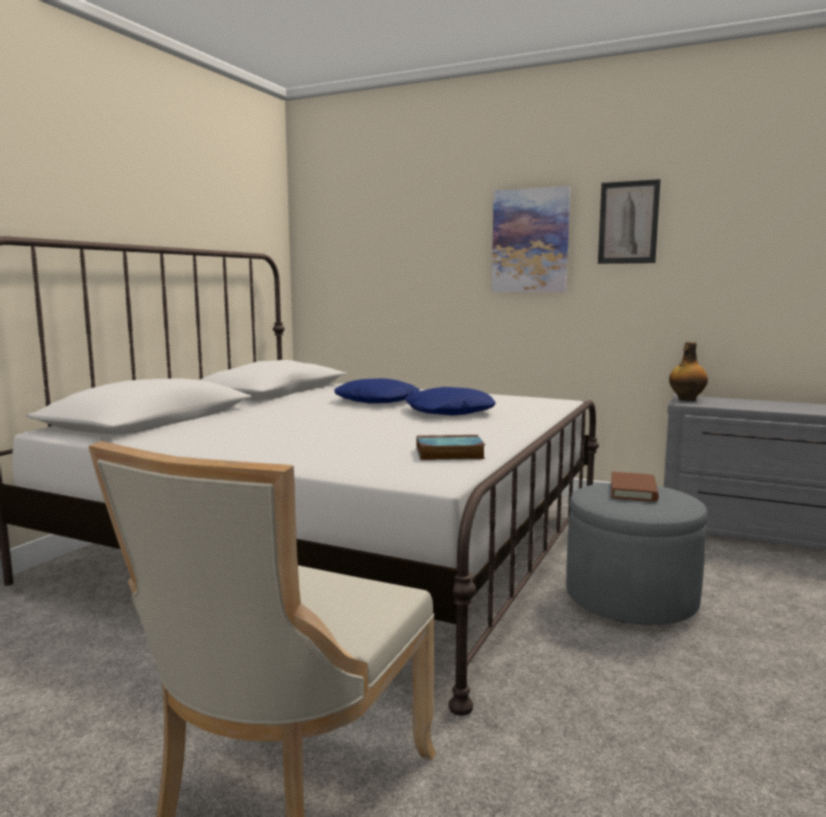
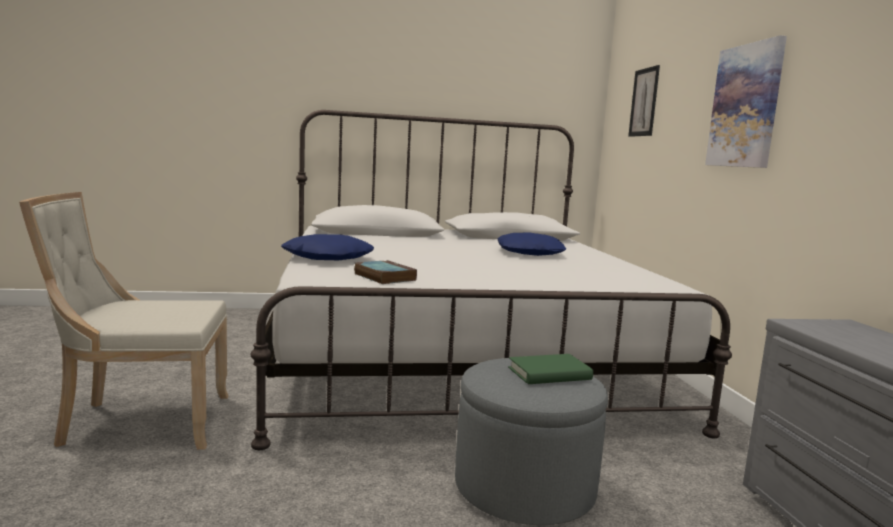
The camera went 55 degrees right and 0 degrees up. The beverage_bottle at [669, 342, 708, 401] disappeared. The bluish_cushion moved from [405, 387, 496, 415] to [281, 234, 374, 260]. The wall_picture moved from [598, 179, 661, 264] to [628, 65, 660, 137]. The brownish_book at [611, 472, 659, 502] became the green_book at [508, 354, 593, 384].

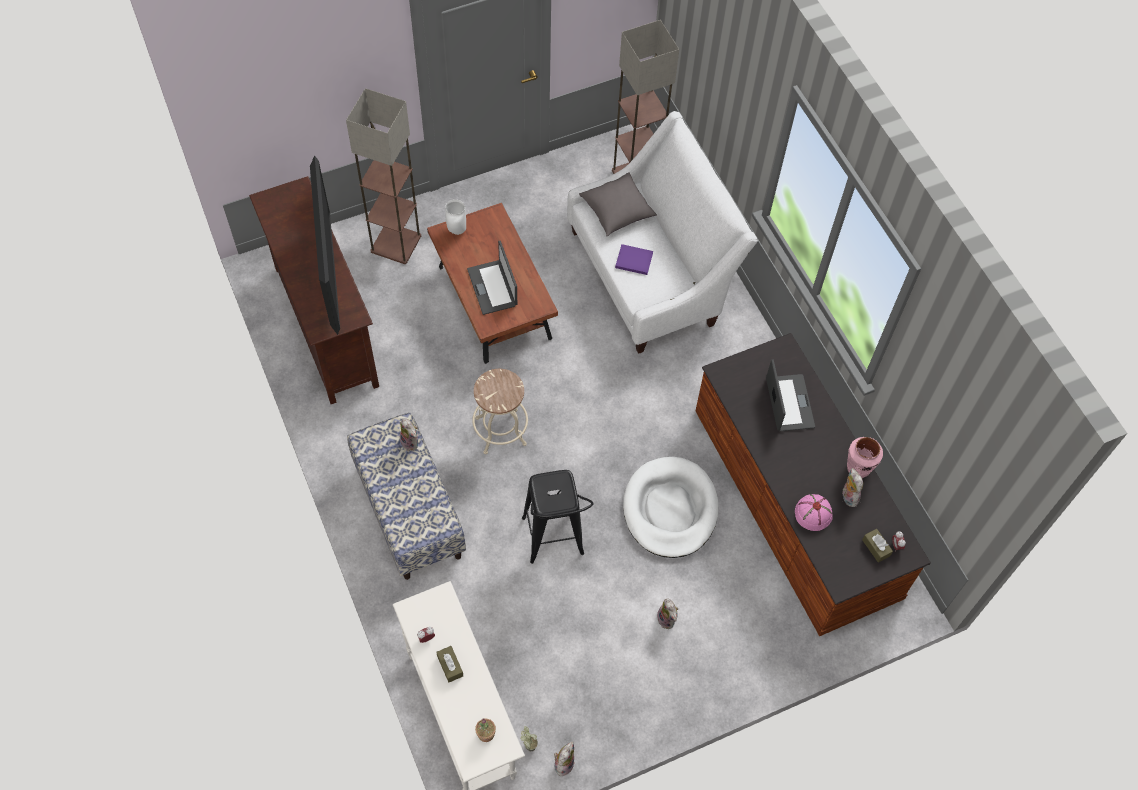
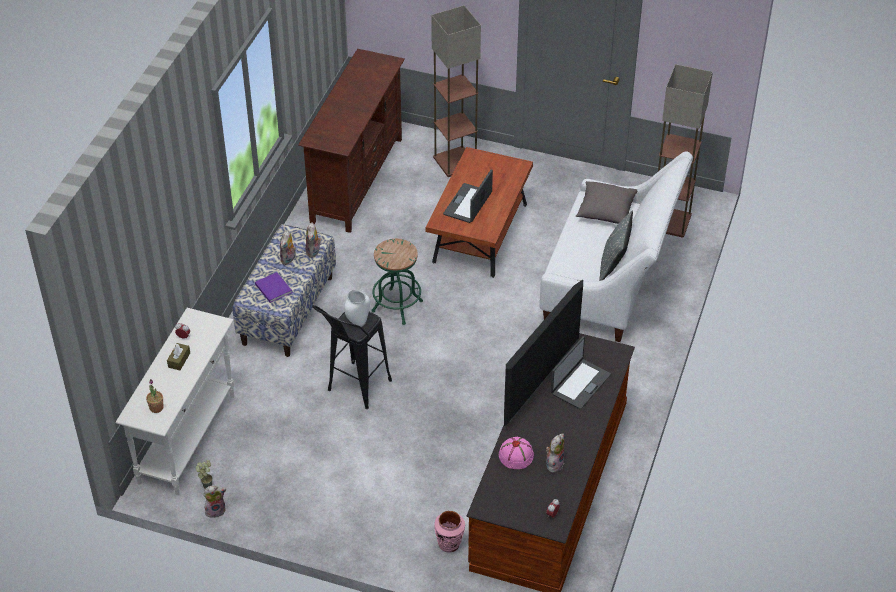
The camera went 45 degrees right and 15 degrees down. The whitish_dog_cushion at [623, 457, 718, 558] disappeared. The brownish_tissue_box at [862, 529, 893, 563] disappeared. The greyish_cushion at [599, 211, 633, 281] appeared. The TV_set moved from [310, 155, 340, 335] to [504, 280, 583, 426]. The whitish_vase moved from [445, 199, 466, 235] to [344, 289, 370, 327]. The purplish_book moved from [615, 244, 653, 275] to [255, 272, 292, 303]. The plush_toy moved from [657, 599, 678, 629] to [280, 230, 296, 265]. The pink-coloured_vase moved from [847, 437, 883, 478] to [434, 511, 465, 553]. The beige-coloured_sitting_stool at [472, 369, 528, 454] became the green_sitting_stool at [372, 239, 423, 325].

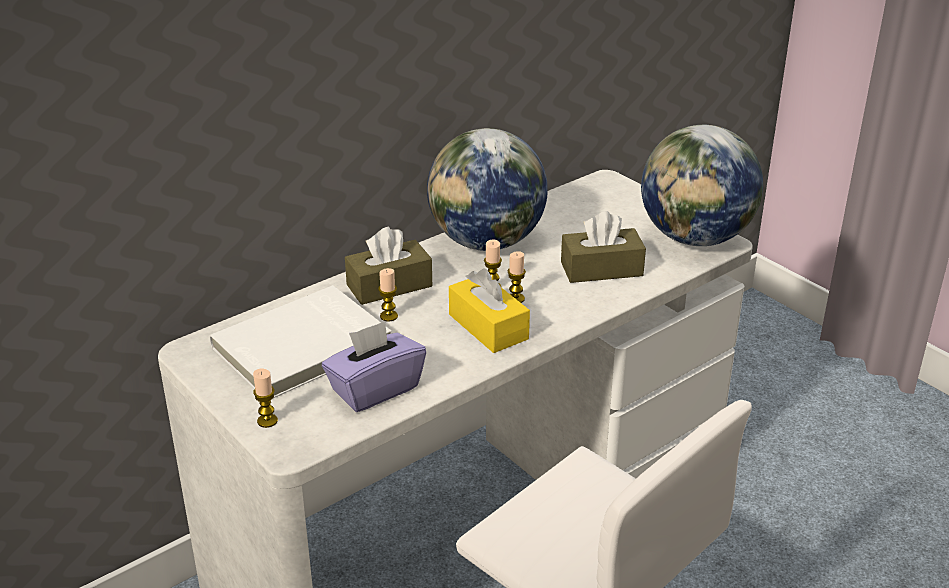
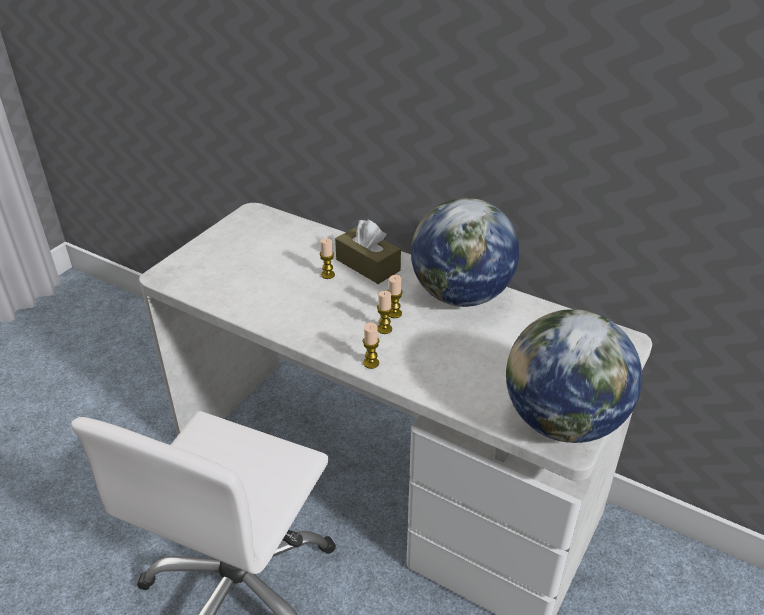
The camera went 70 degrees right and 5 degrees up. The whitish_book at [209, 285, 392, 398] disappeared. The purplish_tissue_box at [322, 321, 426, 412] disappeared. The yellow-coloured_tissue_box at [449, 268, 530, 353] disappeared. The brownish_tissue_box at [561, 211, 646, 283] disappeared. The wax_candle moved from [253, 369, 278, 428] to [363, 323, 379, 369].

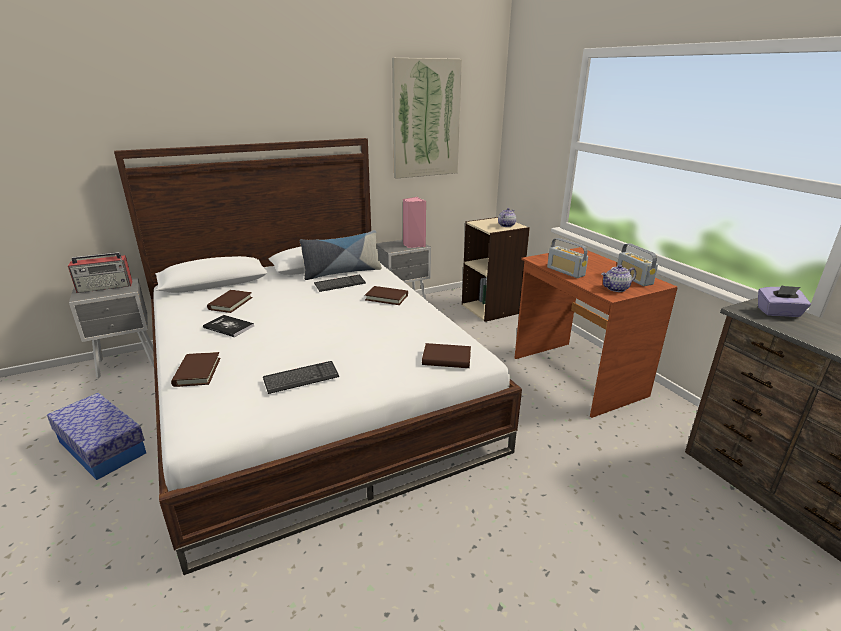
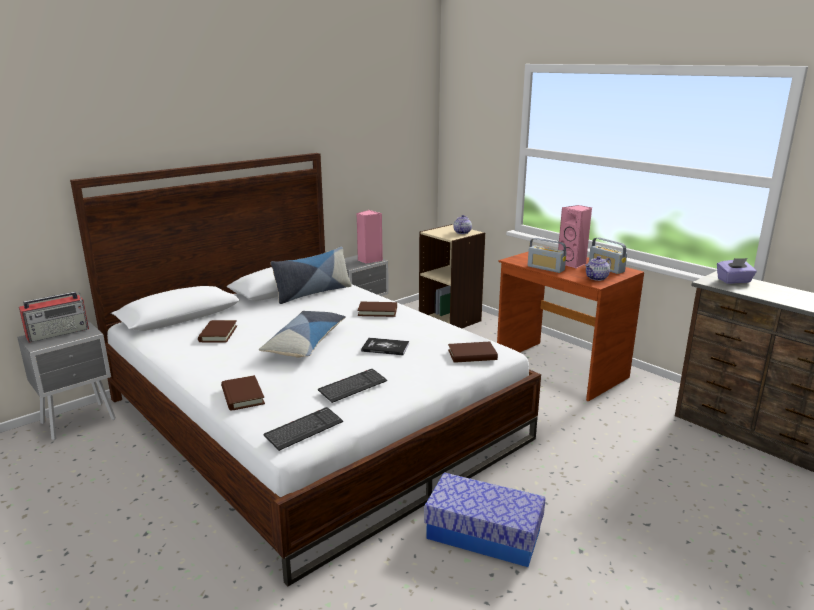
The camera went 15 degrees left and 5 degrees down. The wall_picture at [392, 58, 462, 179] disappeared. The cushion at [259, 311, 346, 358] appeared. The pink-coloured_speaker at [558, 205, 592, 269] appeared. The storage_box moved from [47, 393, 146, 480] to [424, 472, 546, 567]. The book moved from [203, 315, 254, 337] to [361, 338, 409, 355]. The PC_keyboard moved from [314, 275, 366, 292] to [263, 407, 343, 451].

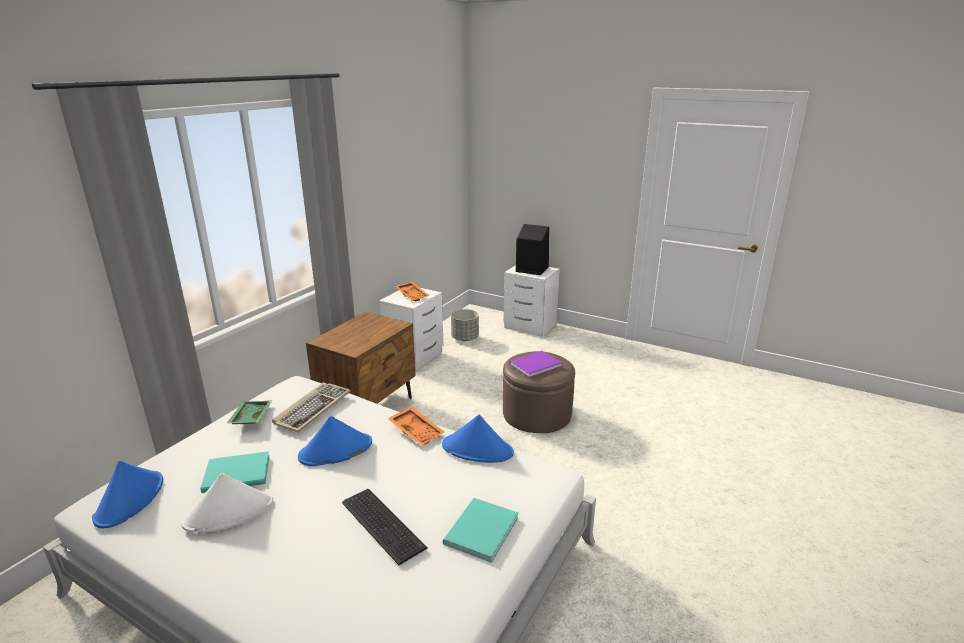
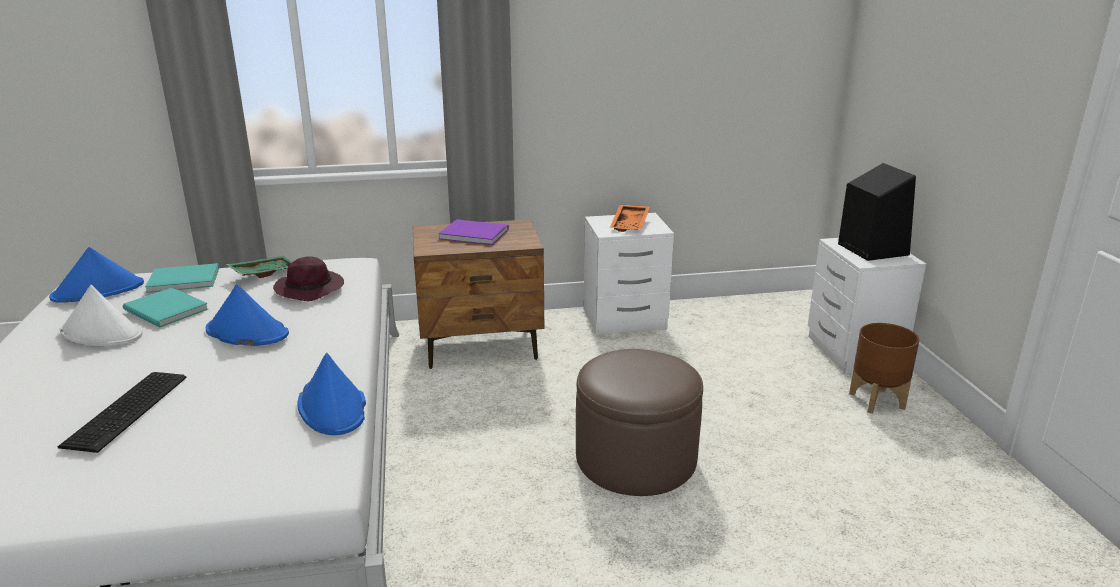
The camera went 50 degrees right and 0 degrees up. The orangey_serving_tray at [388, 406, 445, 446] disappeared. The greyish_plant_pot at [451, 309, 479, 341] disappeared. The brownish_plant_pot at [849, 323, 919, 414] appeared. The turquoise_book moved from [443, 498, 519, 563] to [145, 263, 219, 293]. The purplish_book moved from [509, 351, 562, 377] to [438, 219, 509, 245]. The PC_keyboard at [272, 383, 351, 433] was replaced by the purplish_wearable_hat at [273, 256, 344, 301].

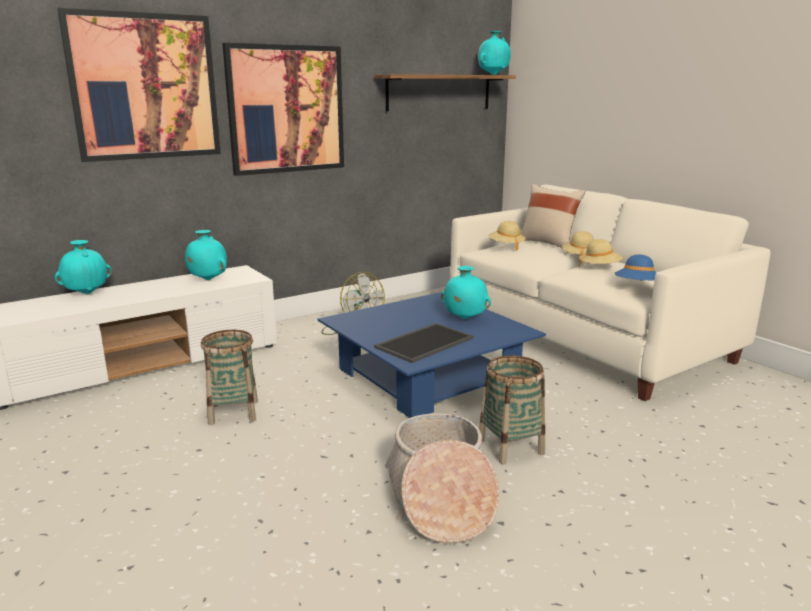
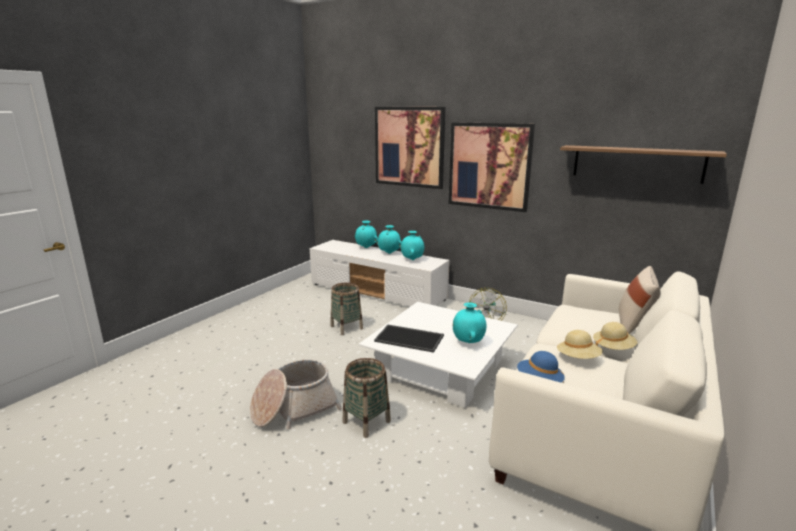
The camera went 65 degrees right and 0 degrees up. The beige-coloured_wearable_hat at [488, 221, 526, 250] disappeared. The turquoise_vase moved from [478, 31, 511, 75] to [377, 225, 402, 254]. The bluish_low_table at [318, 292, 546, 418] became the whitish_low_table at [359, 302, 518, 408].

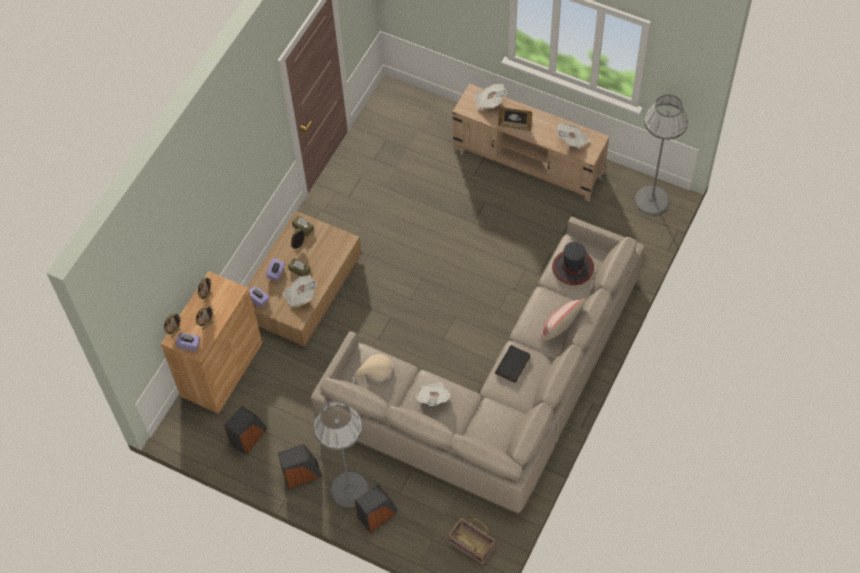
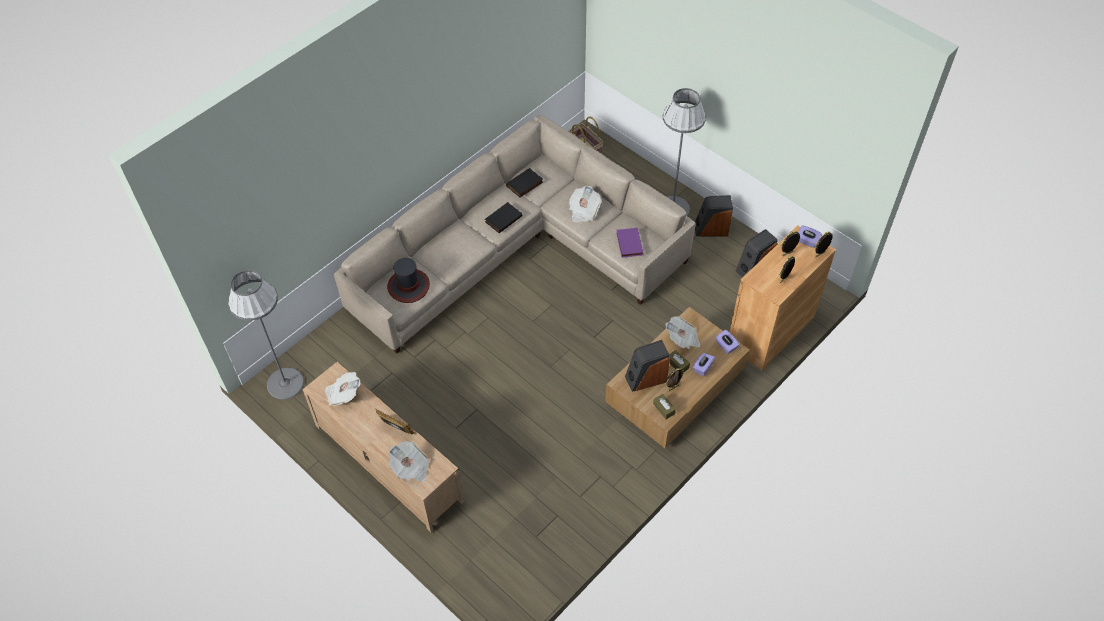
The camera went 165 degrees left and 5 degrees down. The cushion at [538, 298, 586, 342] disappeared. The blackish_book at [506, 168, 543, 198] appeared. The speaker moved from [355, 485, 399, 533] to [625, 340, 670, 392]. The beige-coloured_wearable_hat at [352, 354, 393, 382] was replaced by the purplish_book at [616, 228, 643, 258].

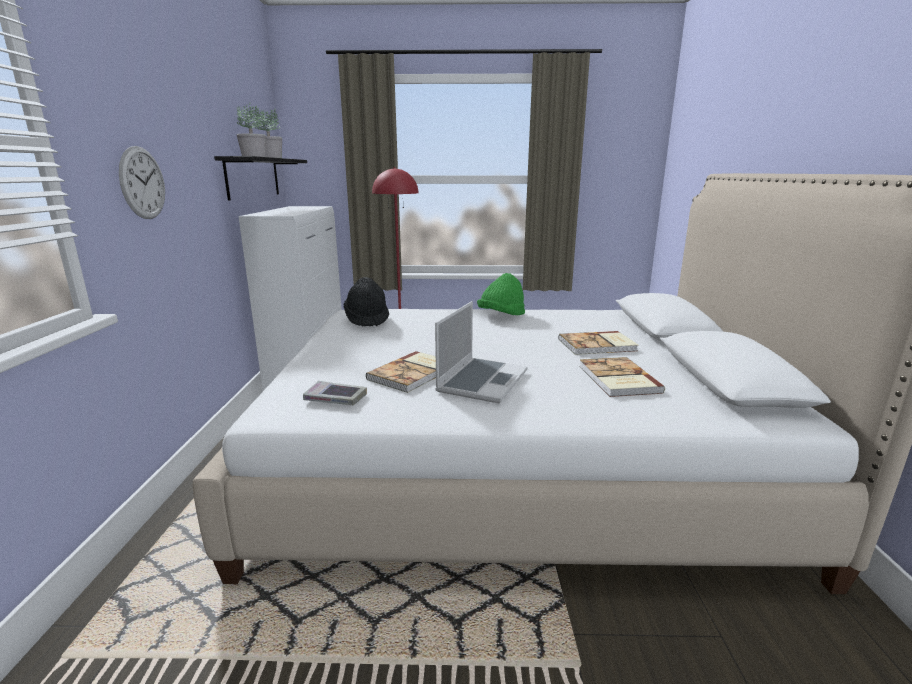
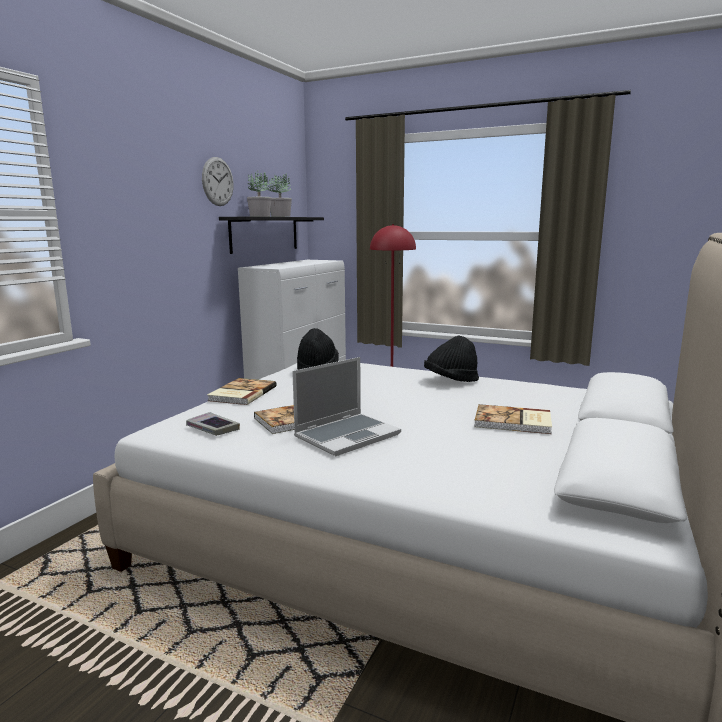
The camera went 25 degrees right and 5 degrees down. The wall_clock moved from [119, 146, 165, 219] to [202, 157, 234, 206]. The book moved from [579, 357, 665, 397] to [207, 378, 277, 405]. The green_wearable_hat at [477, 273, 525, 315] became the blackish_wearable_hat at [424, 335, 479, 382].

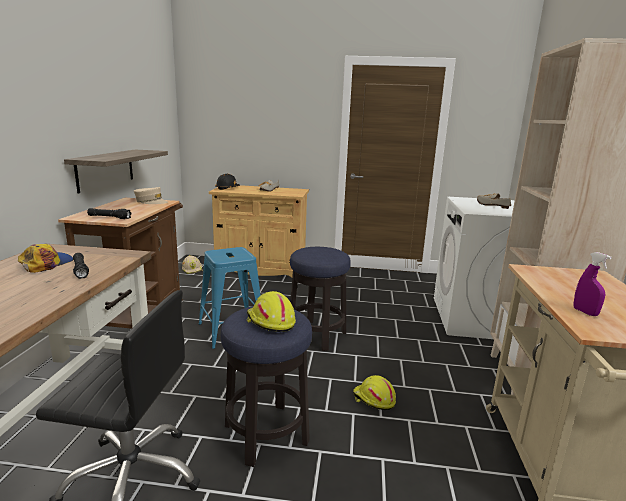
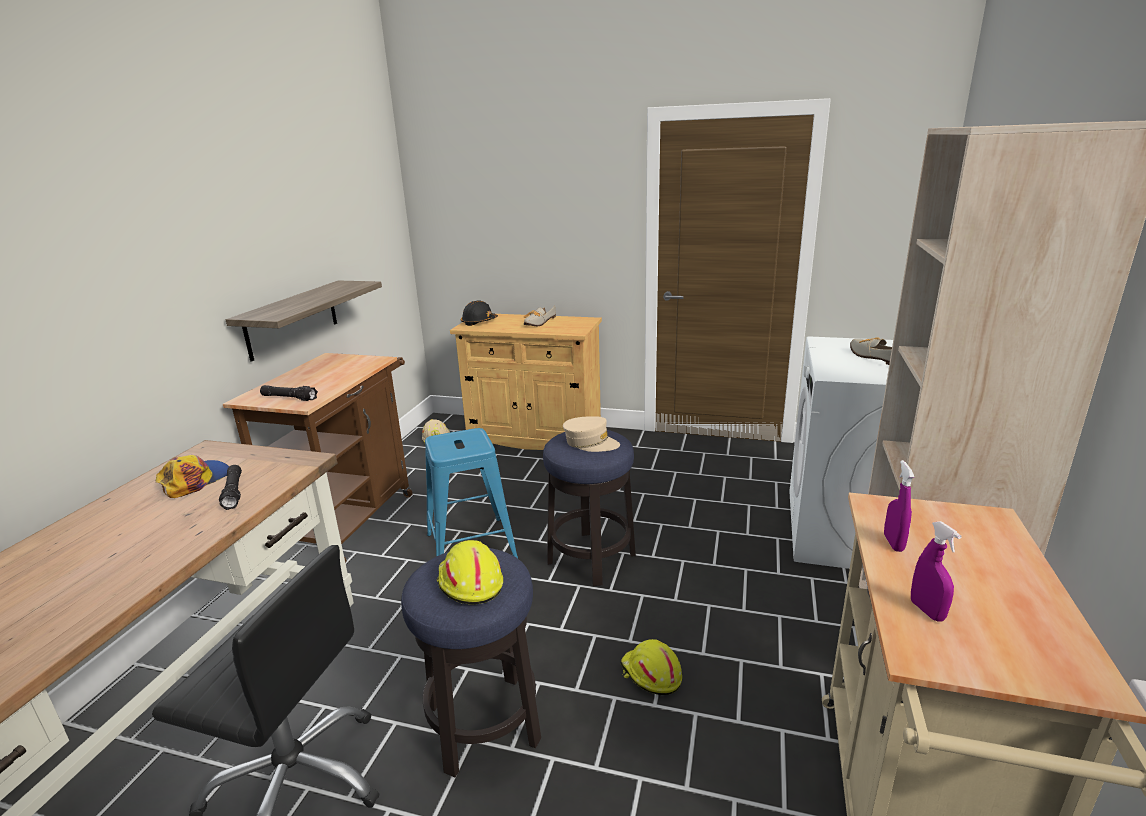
The camera went 10 degrees right and 5 degrees up. The purplish_spray_bottle at [884, 460, 914, 552] appeared. The beige-coloured_cap moved from [134, 187, 168, 204] to [563, 416, 620, 452].

